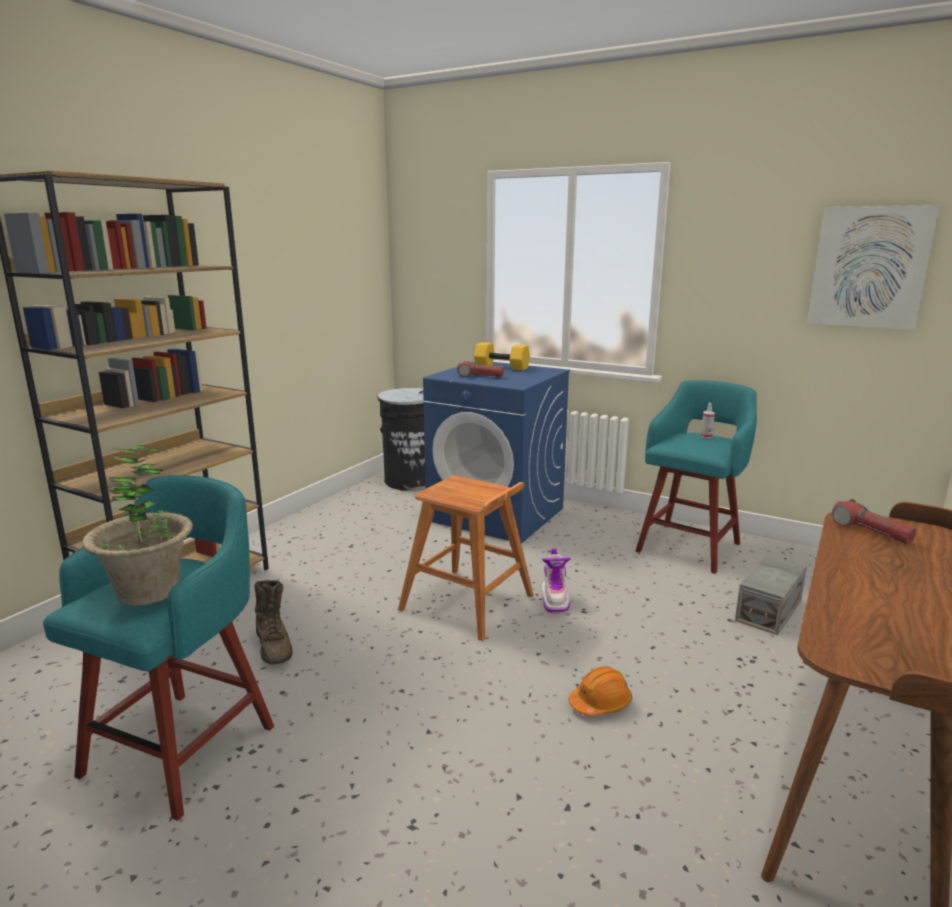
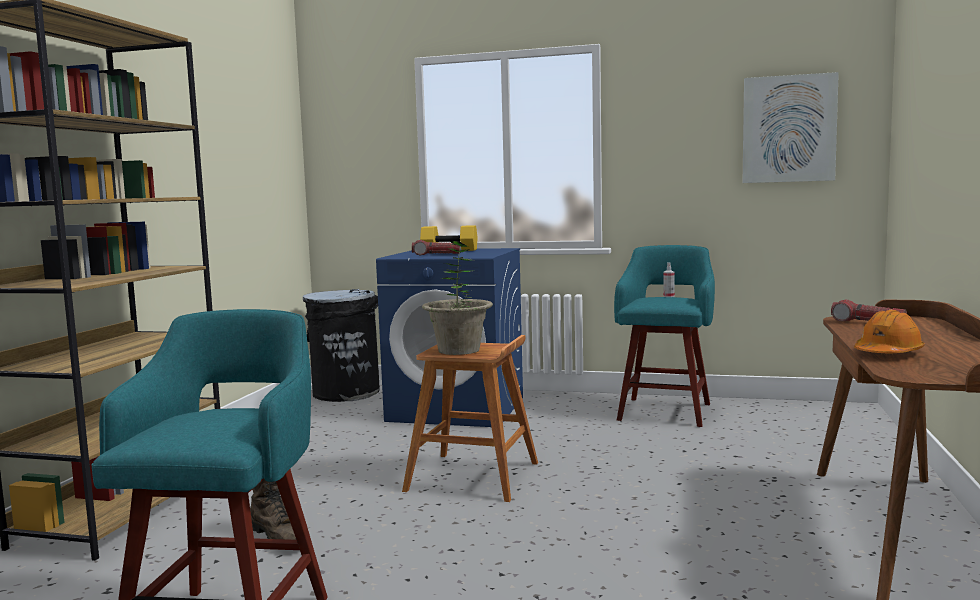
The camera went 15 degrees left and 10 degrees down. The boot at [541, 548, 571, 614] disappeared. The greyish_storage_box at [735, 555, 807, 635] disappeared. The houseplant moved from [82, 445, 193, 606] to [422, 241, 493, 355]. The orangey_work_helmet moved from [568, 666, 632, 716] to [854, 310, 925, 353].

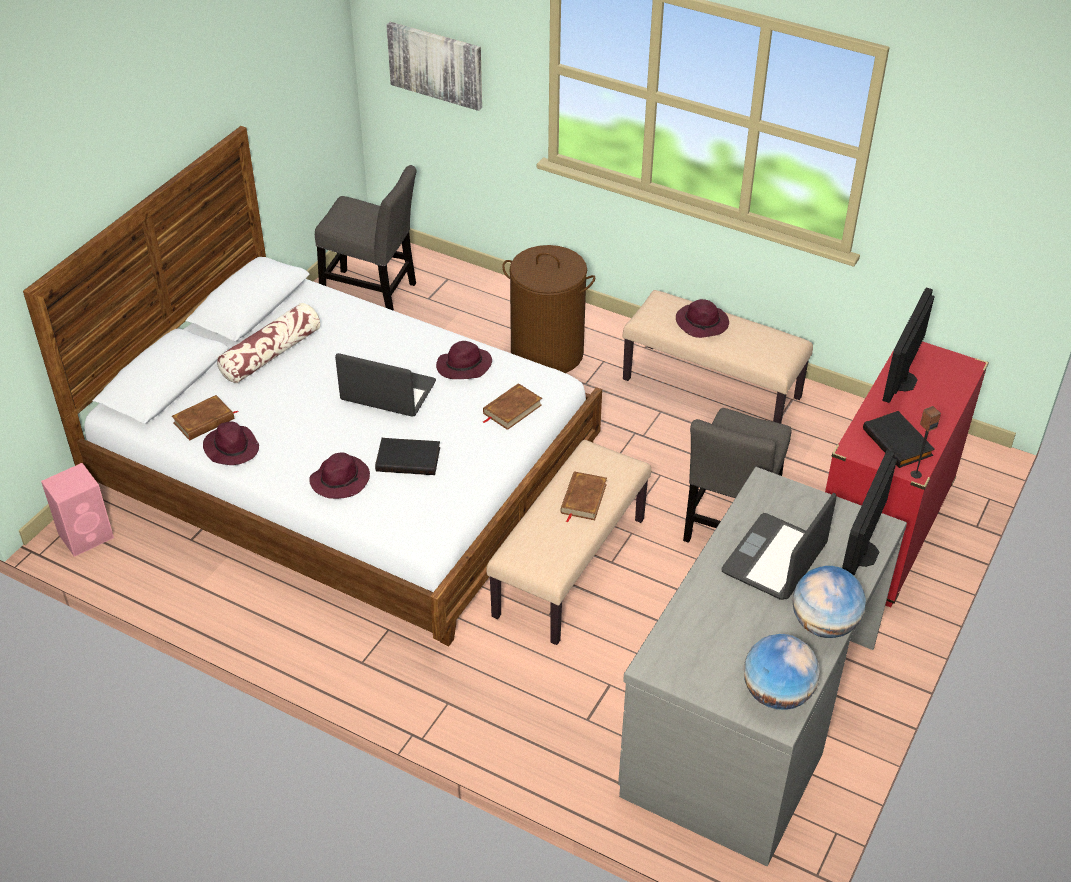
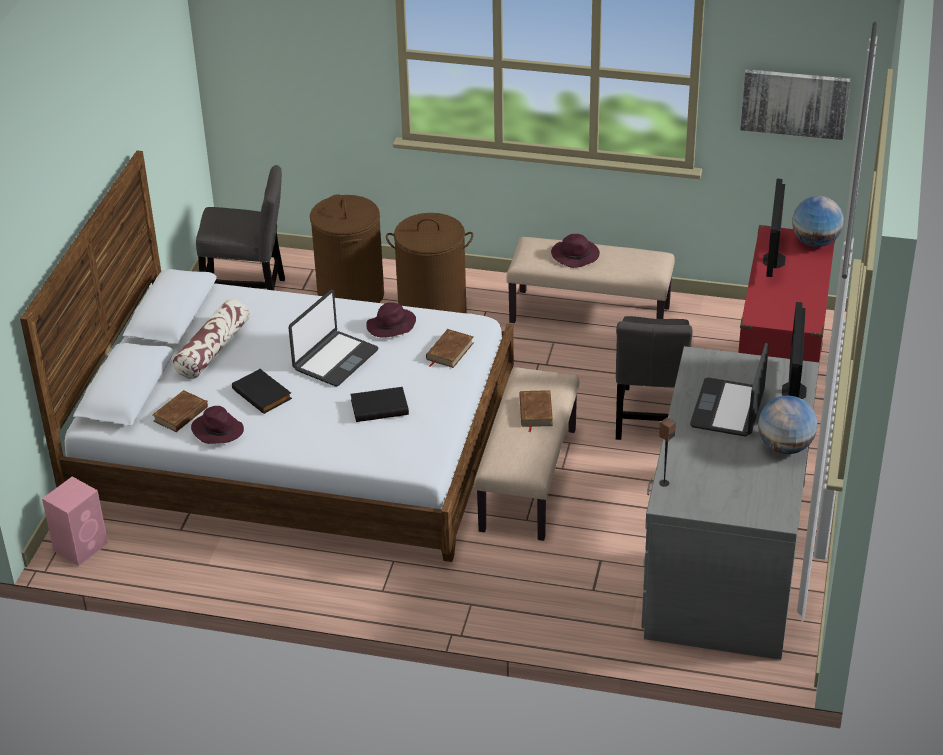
The camera went 15 degrees left and 5 degrees down. The purplish_wearable_hat at [309, 452, 370, 499] disappeared. The brownish_laundry_basket at [310, 194, 384, 303] appeared. The wall_picture moved from [386, 22, 482, 111] to [740, 69, 851, 140]. The globe moved from [744, 634, 820, 710] to [792, 196, 844, 247]. The blackish_book moved from [863, 411, 935, 468] to [232, 369, 292, 414]. The speaker moved from [911, 406, 941, 479] to [659, 418, 676, 487]. The laptop at [335, 353, 436, 416] turned 120 degrees clockwise.

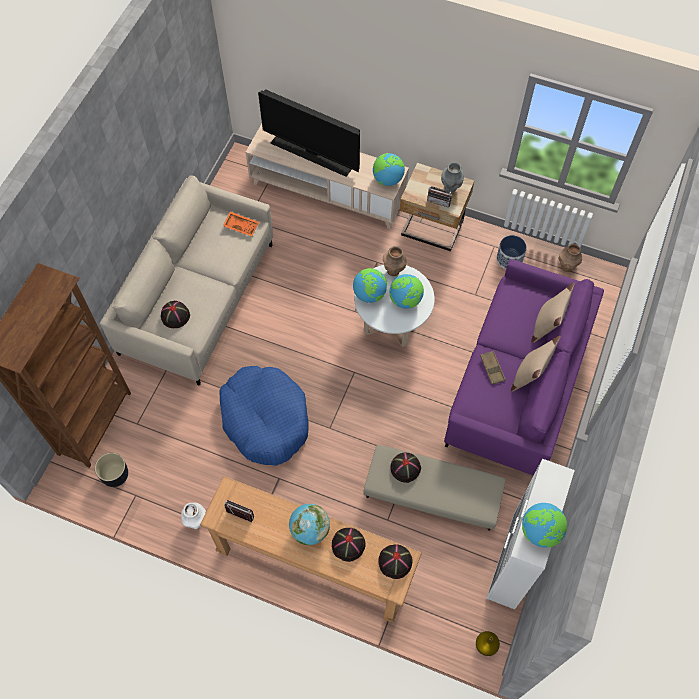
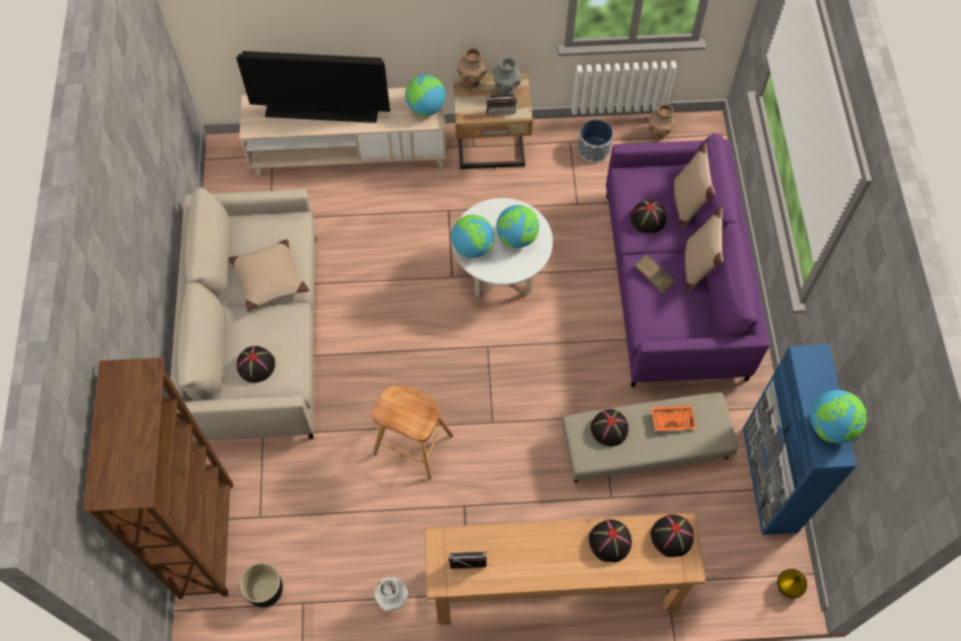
The camera went 25 degrees left and 0 degrees up. The globe at [289, 504, 330, 545] disappeared. The beige-coloured_cushion at [228, 239, 310, 312] appeared. The blackish_wearable_hat at [630, 200, 666, 234] appeared. The orangey_serving_tray moved from [223, 211, 259, 237] to [651, 406, 696, 431]. The brownish_vase moved from [383, 246, 407, 276] to [457, 48, 487, 88]. The bluish_dog_cushion at [219, 366, 308, 466] was replaced by the brownish_sitting_stool at [372, 386, 453, 480]. The whitish_storage_cabinet at [486, 459, 575, 610] became the bluish_storage_cabinet at [743, 344, 857, 535].

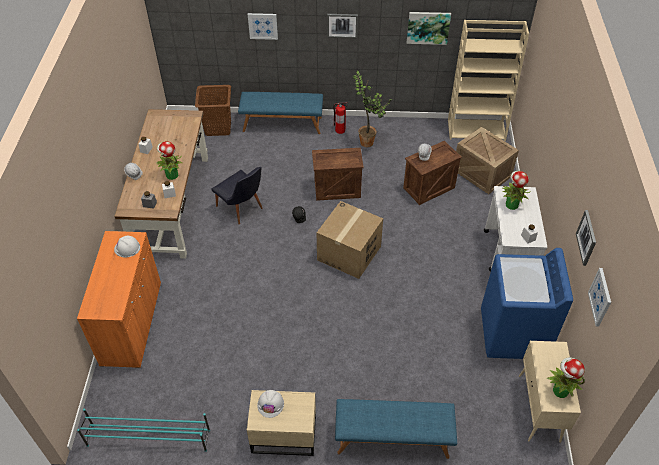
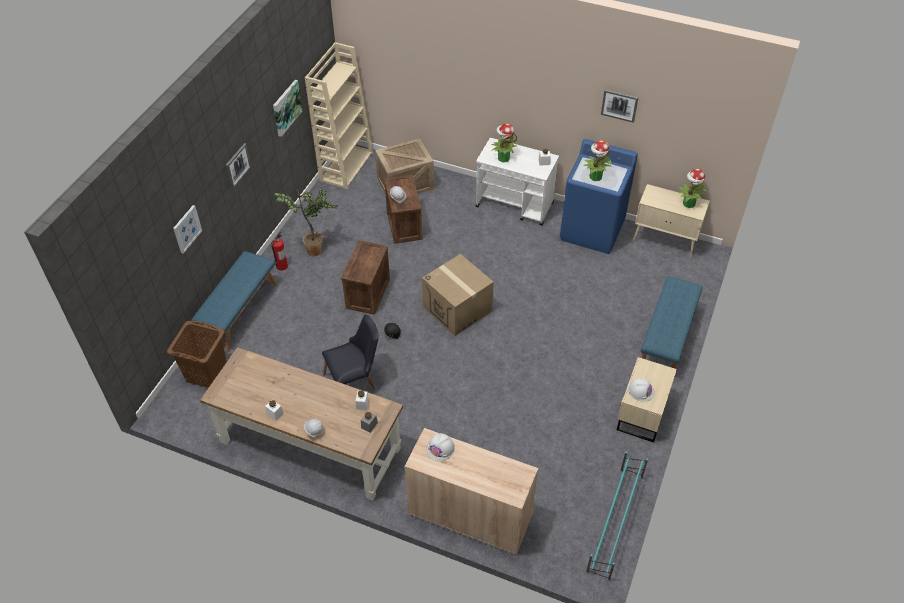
The camera went 70 degrees left and 0 degrees up. The wall_picture at [588, 268, 611, 327] disappeared. The houseplant moved from [156, 141, 183, 180] to [583, 140, 612, 181]. The orangey_storage_cabinet at [77, 231, 161, 368] became the beige-coloured_storage_cabinet at [405, 428, 538, 555].

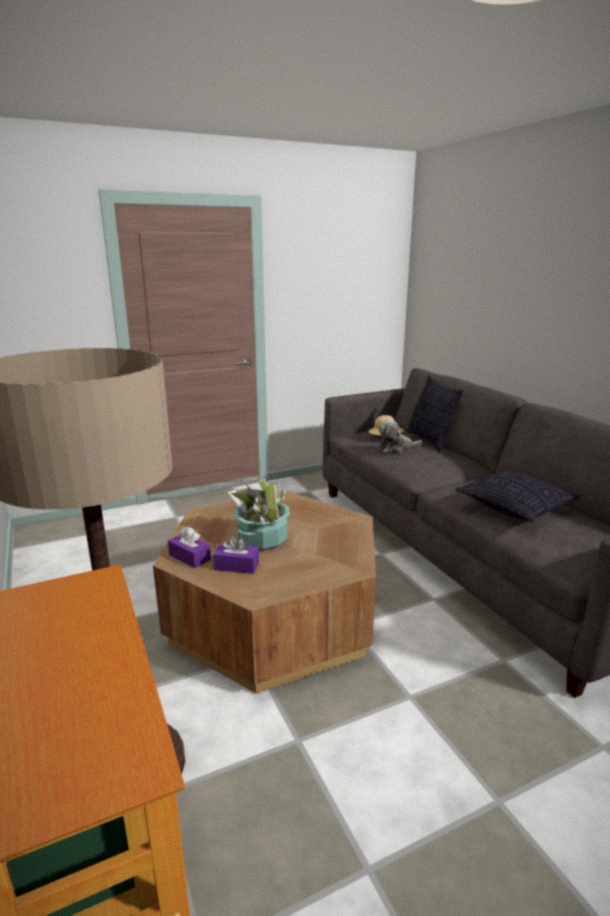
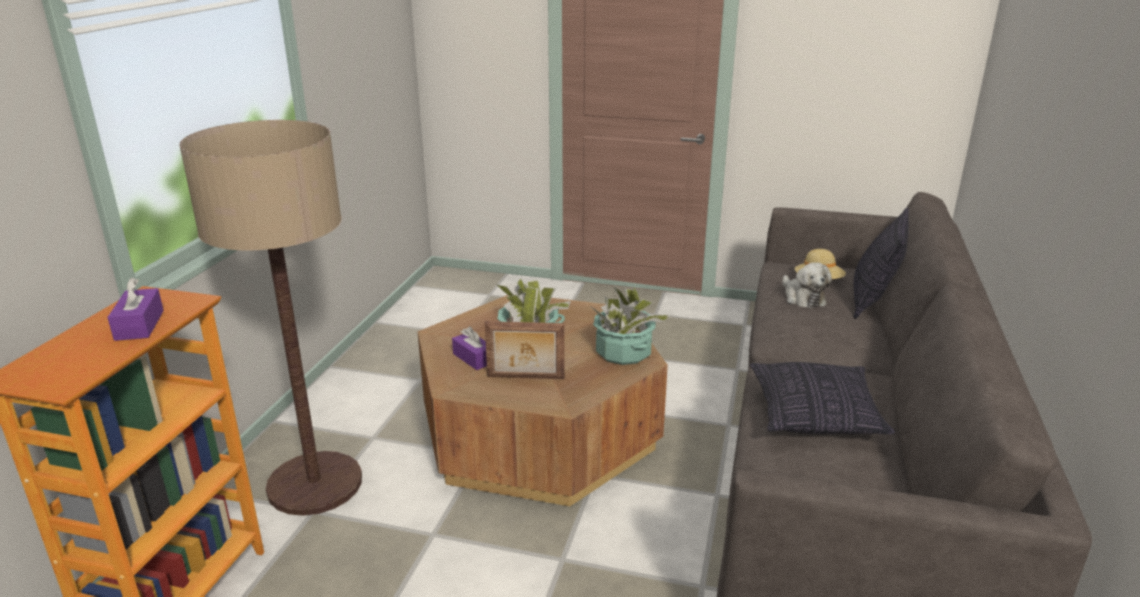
The camera went 40 degrees right and 5 degrees up. The photo_frame at [485, 321, 565, 379] appeared. The houseplant at [592, 287, 673, 365] appeared. The purplish_tissue_box moved from [168, 527, 211, 568] to [107, 278, 164, 341]. The plush_toy at [378, 420, 422, 453] turned 135 degrees counterclockwise.

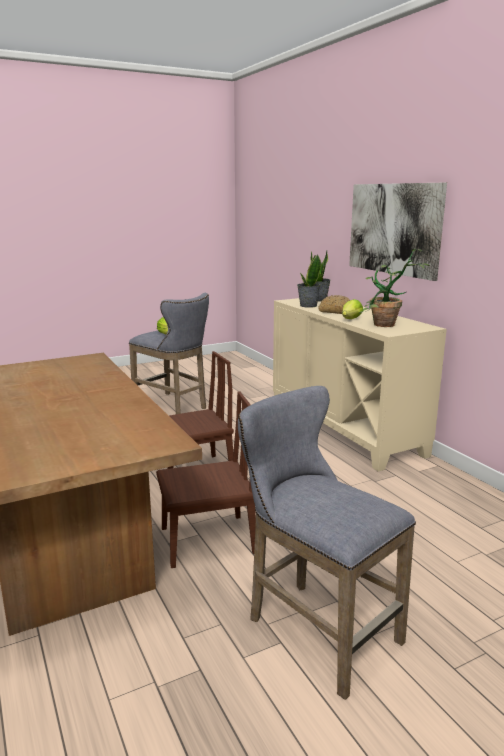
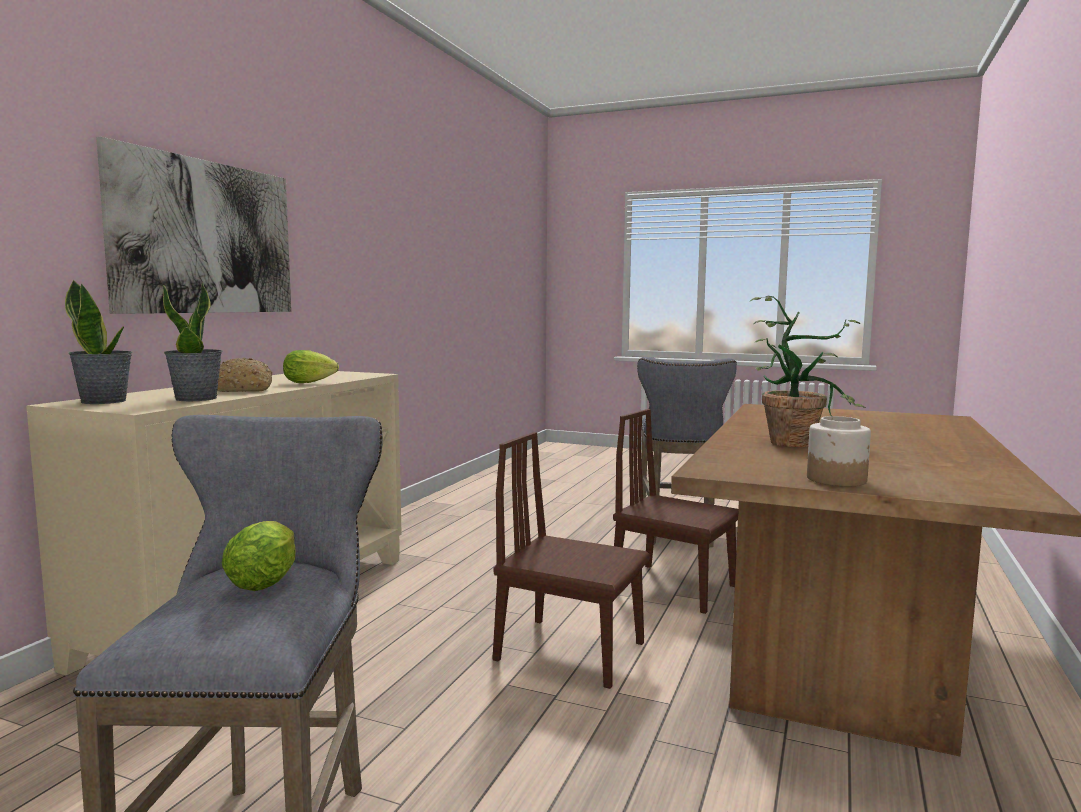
The camera went 130 degrees left and 10 degrees down. The storage_jar at [807, 416, 871, 486] appeared. The houseplant moved from [360, 249, 430, 327] to [750, 296, 866, 447].

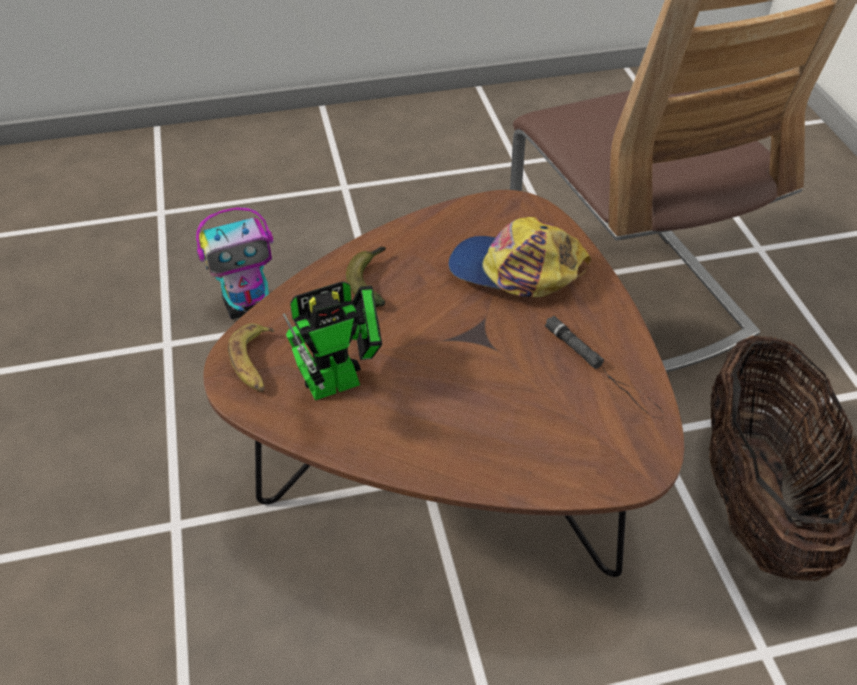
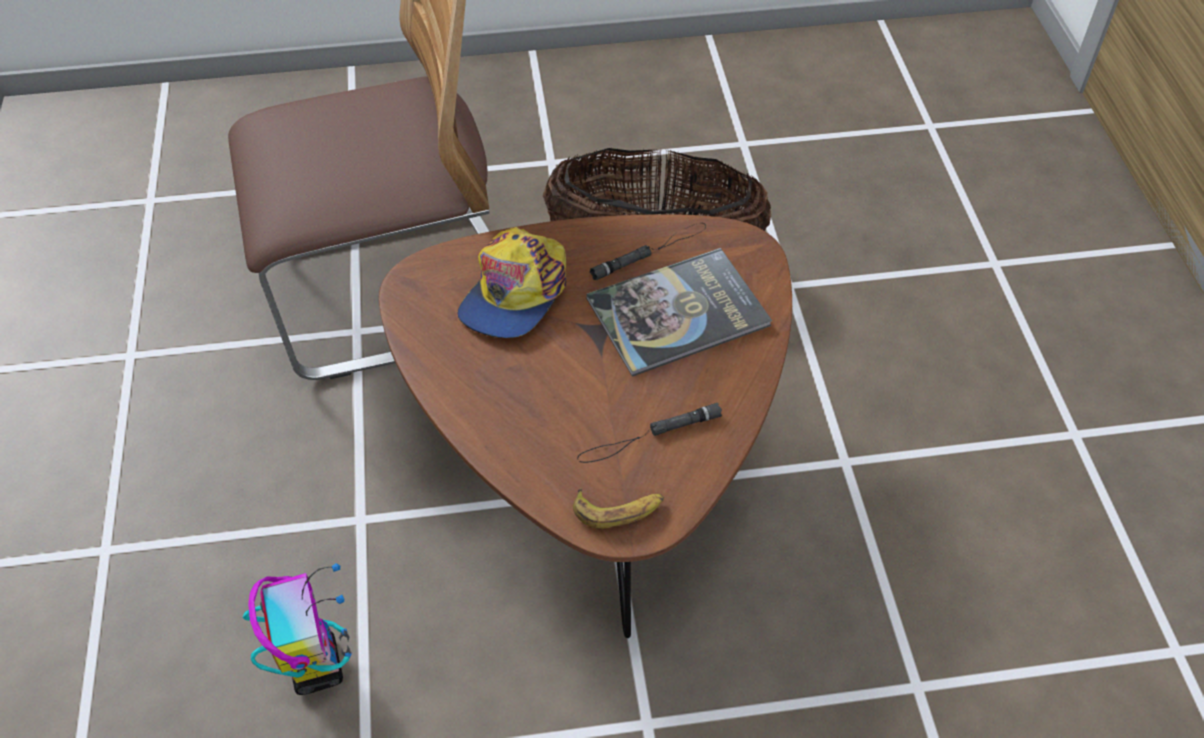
The camera went 85 degrees left and 5 degrees up. The whole_banana at [346, 247, 386, 307] disappeared. The book at [586, 248, 772, 377] appeared. The toy_robot at [283, 281, 382, 400] was replaced by the blackish_flashlight at [577, 403, 722, 463].

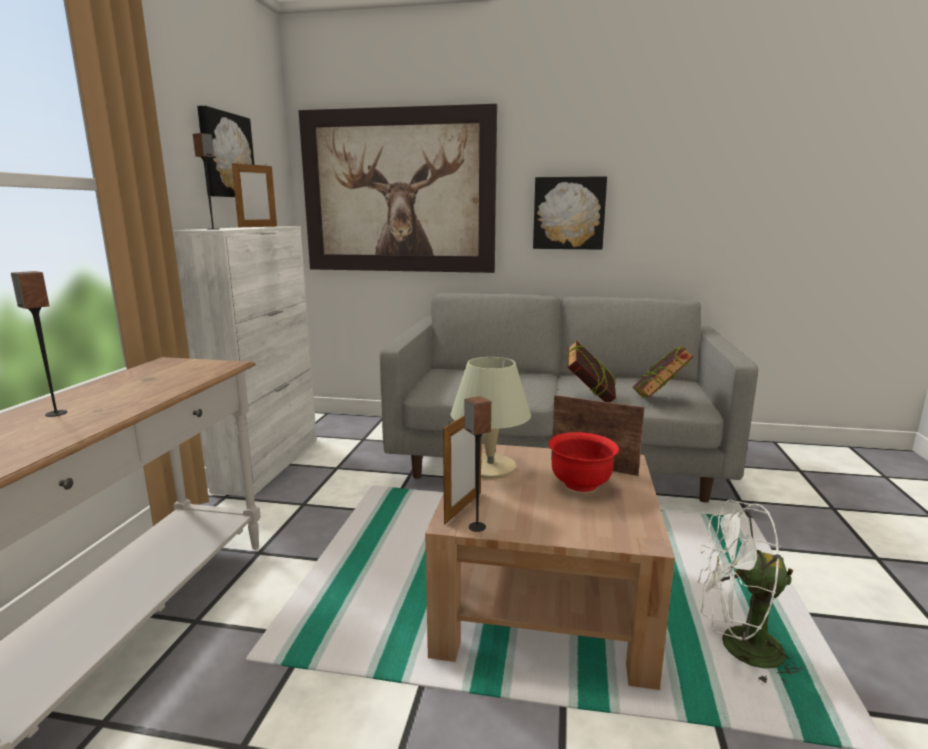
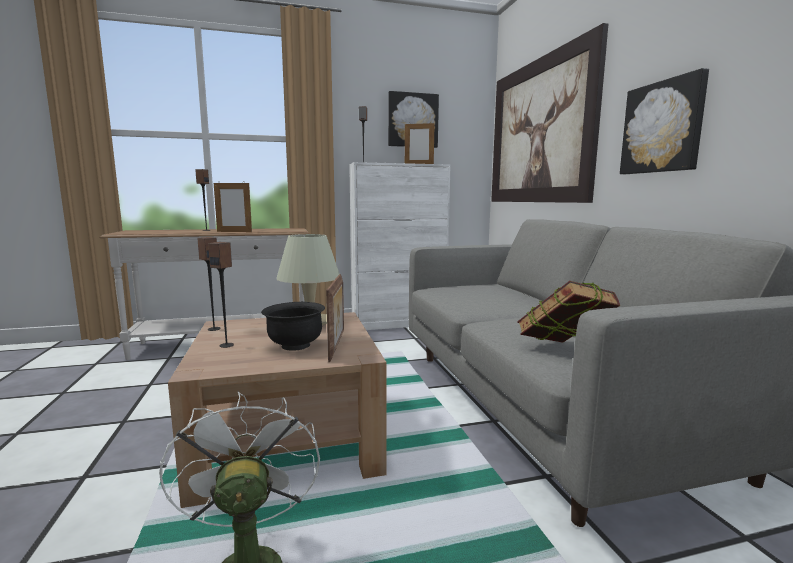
The camera went 65 degrees right and 5 degrees down. The book at [567, 340, 616, 402] disappeared. The speaker at [208, 242, 234, 348] appeared. The photo_frame moved from [443, 416, 481, 524] to [214, 181, 252, 232]. The red_serving_bowl at [549, 432, 619, 492] became the blackish_serving_bowl at [261, 302, 325, 351].

